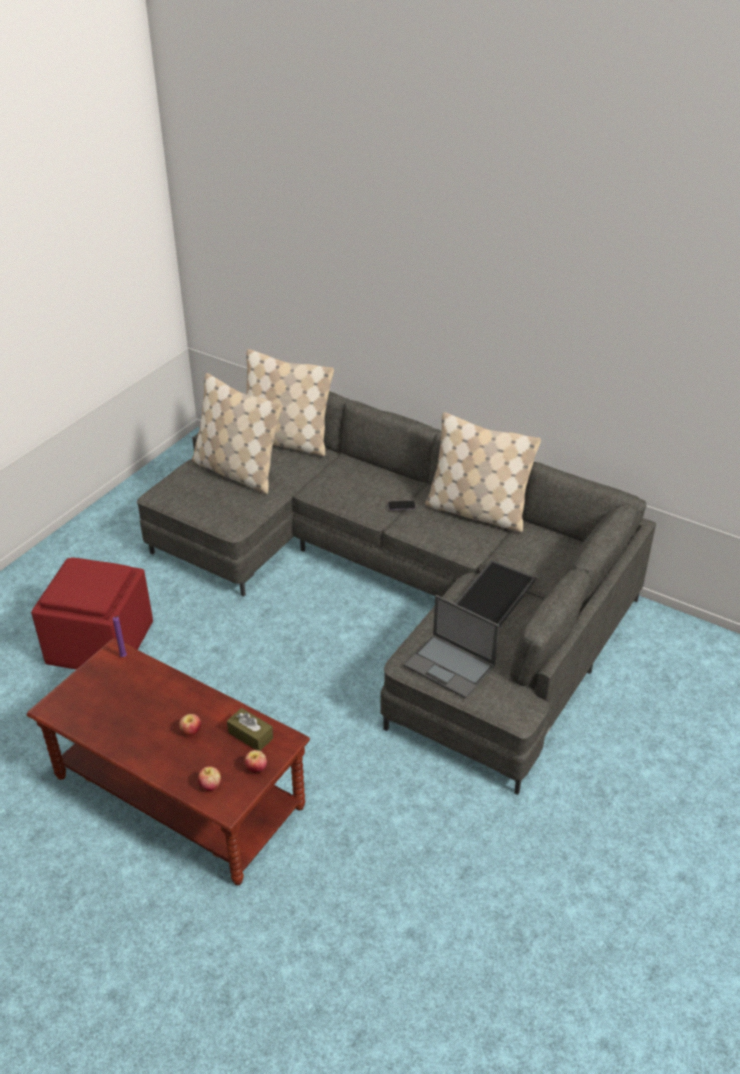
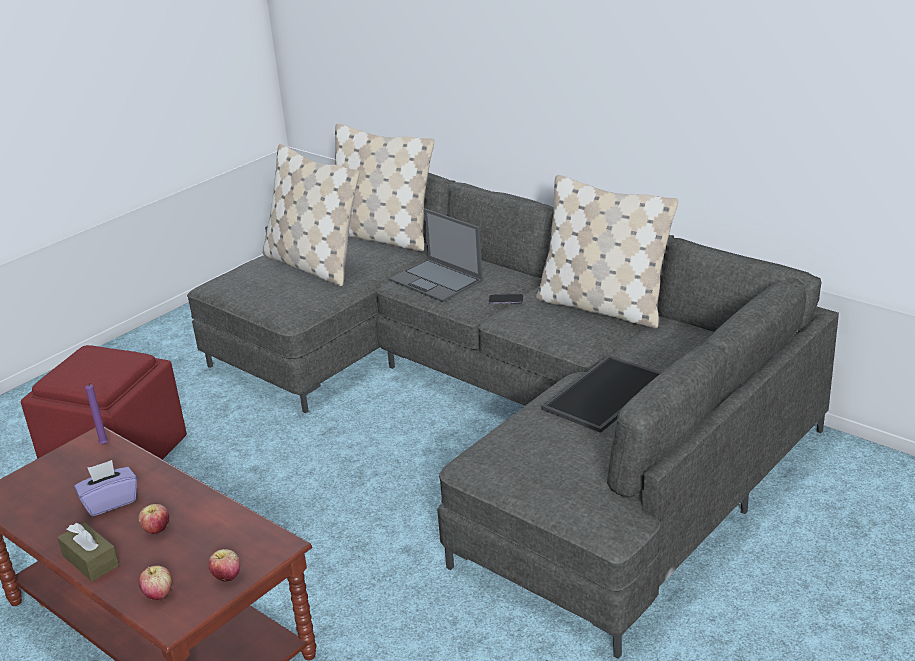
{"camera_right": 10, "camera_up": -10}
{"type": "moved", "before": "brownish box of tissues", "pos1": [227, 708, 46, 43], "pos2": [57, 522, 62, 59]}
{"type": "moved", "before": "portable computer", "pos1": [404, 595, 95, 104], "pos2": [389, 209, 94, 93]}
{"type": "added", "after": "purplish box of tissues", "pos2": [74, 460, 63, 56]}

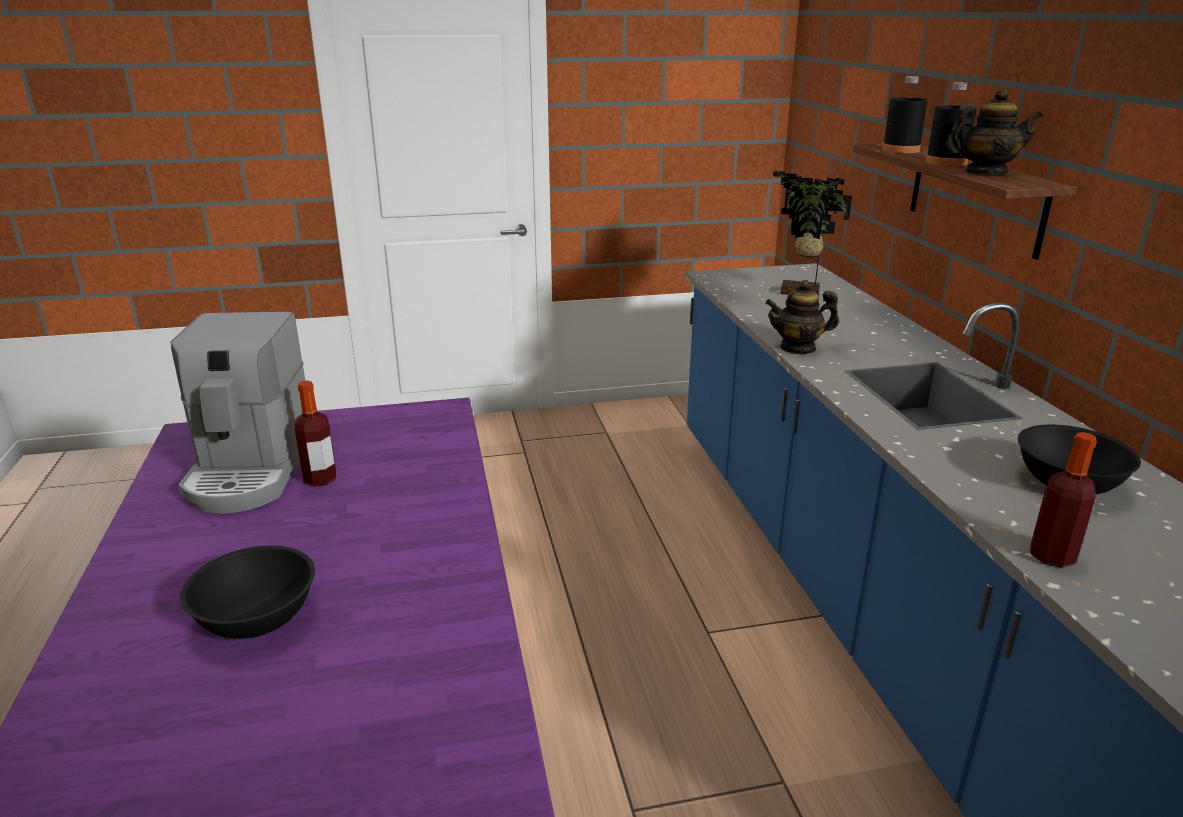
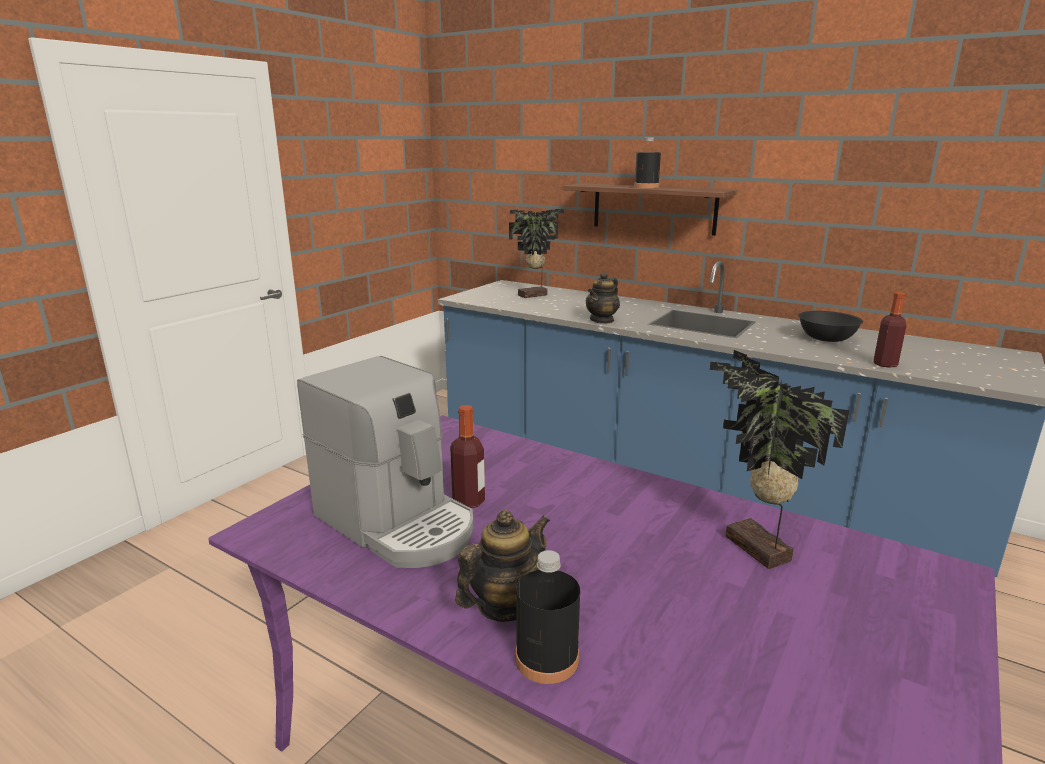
{"camera_right": -45, "camera_up": -5}
{"type": "removed", "before": "blackish deep dish", "pos1": [180, 545, 135, 94]}
{"type": "moved", "before": "blackish drink bottle", "pos1": [882, 76, 45, 77], "pos2": [515, 550, 65, 134]}
{"type": "moved", "before": "pot for tea", "pos1": [946, 88, 97, 86], "pos2": [455, 510, 95, 112]}
{"type": "added", "after": "plant in a pot", "pos2": [710, 350, 139, 219]}

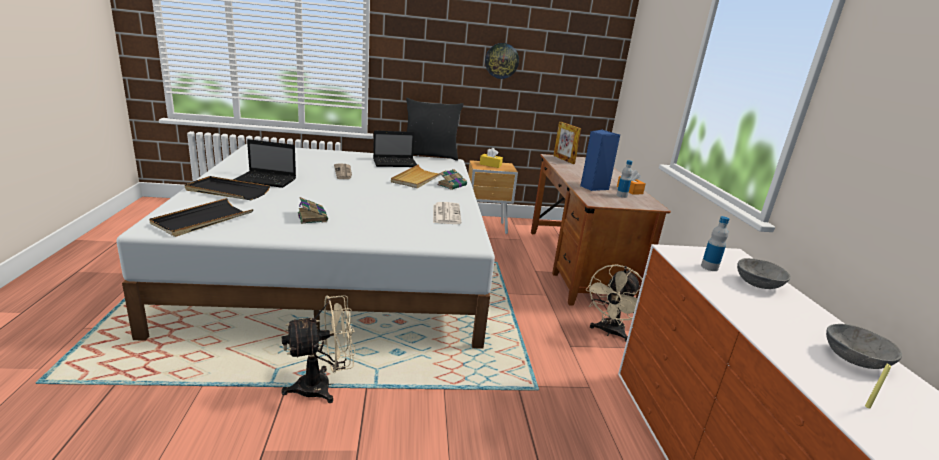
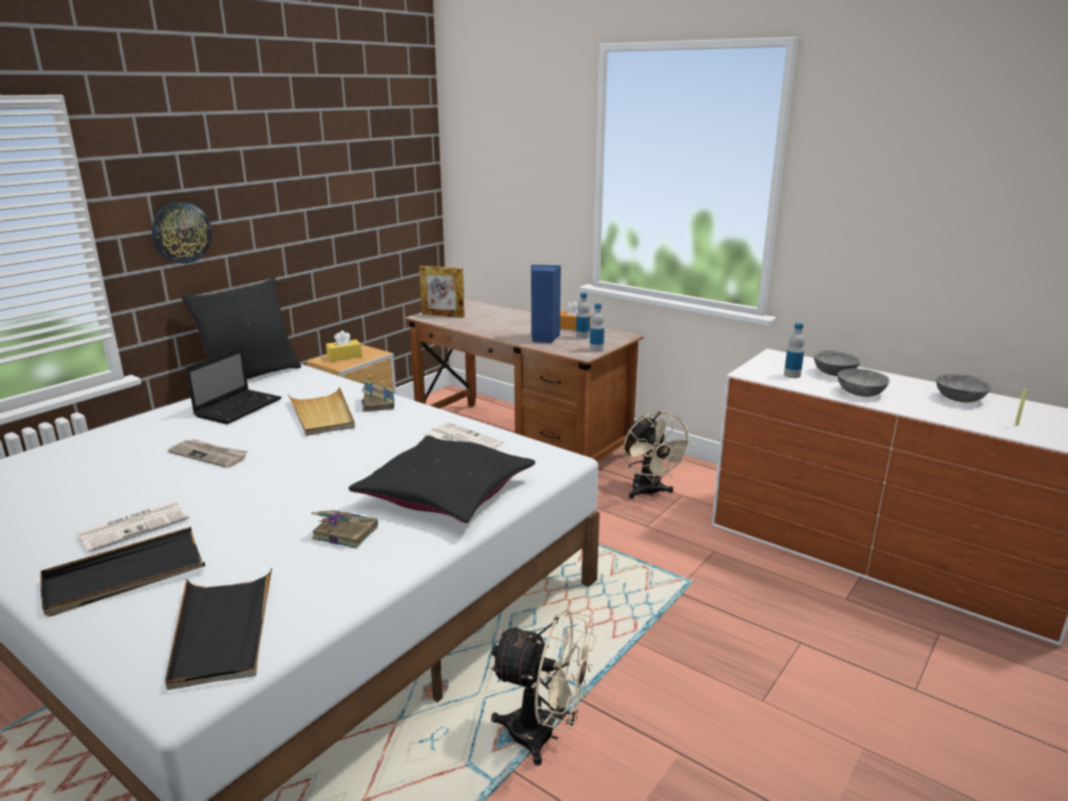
{"camera_right": -45, "camera_up": 0}
{"type": "replaced", "before": "portable computer", "after": "daily paper", "pos1": [233, 139, 63, 49], "pos2": [76, 501, 113, 52]}
{"type": "turned", "before": "beige cooling fan", "pos1": [281, 295, 75, 108], "pos2": [489, 609, 107, 157], "turn": 90}
{"type": "moved", "before": "hanging clock", "pos1": [485, 43, 34, 36], "pos2": [152, 202, 60, 62]}
{"type": "added", "after": "blackish pillow", "pos2": [349, 435, 186, 88]}
{"type": "added", "after": "drink bottle", "pos2": [590, 303, 15, 49]}
{"type": "added", "after": "gray deep dish", "pos2": [838, 369, 52, 28]}

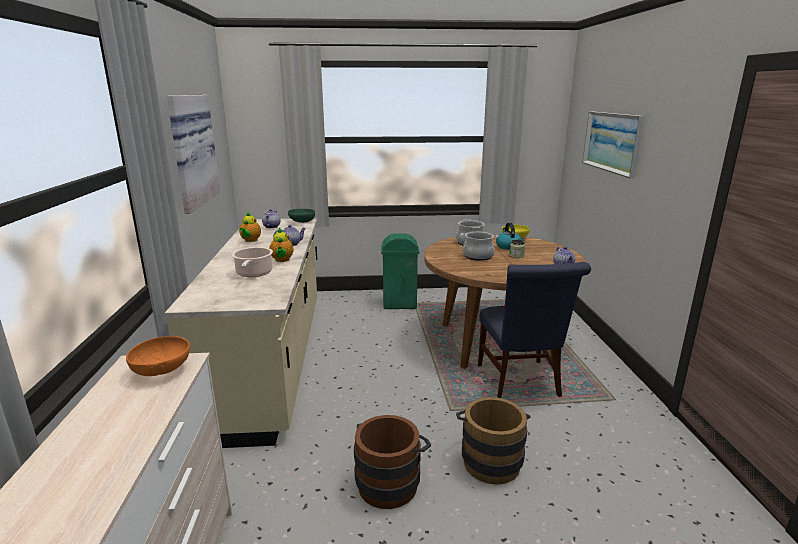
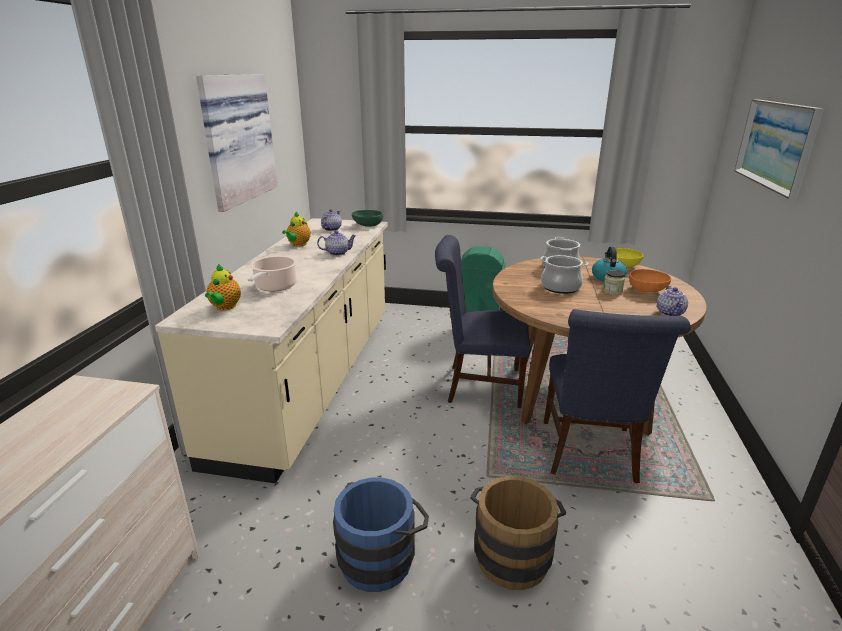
{"camera_right": 15, "camera_up": 5}
{"type": "moved", "before": "orange deep dish", "pos1": [126, 336, 64, 40], "pos2": [629, 269, 42, 23]}
{"type": "moved", "before": "pot for tea", "pos1": [269, 227, 25, 35], "pos2": [205, 264, 36, 46]}
{"type": "recoloured", "before": "brownish water bucket", "after": "bluish water bucket", "pos1": [354, 415, 77, 94], "pos2": [333, 478, 96, 114]}
{"type": "added", "after": "bluish upright chair", "pos2": [435, 235, 96, 173]}

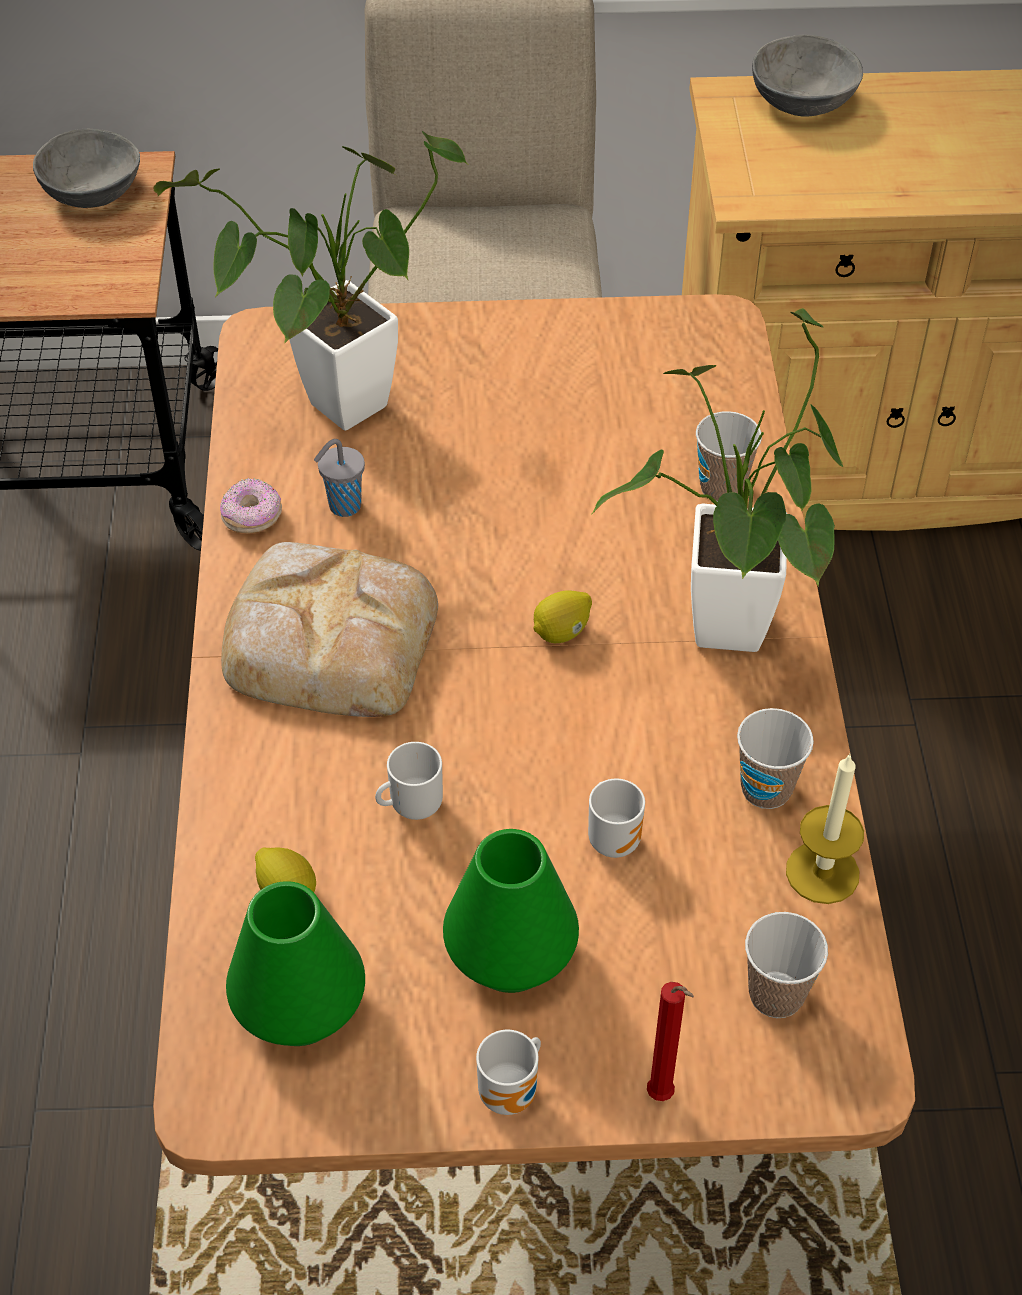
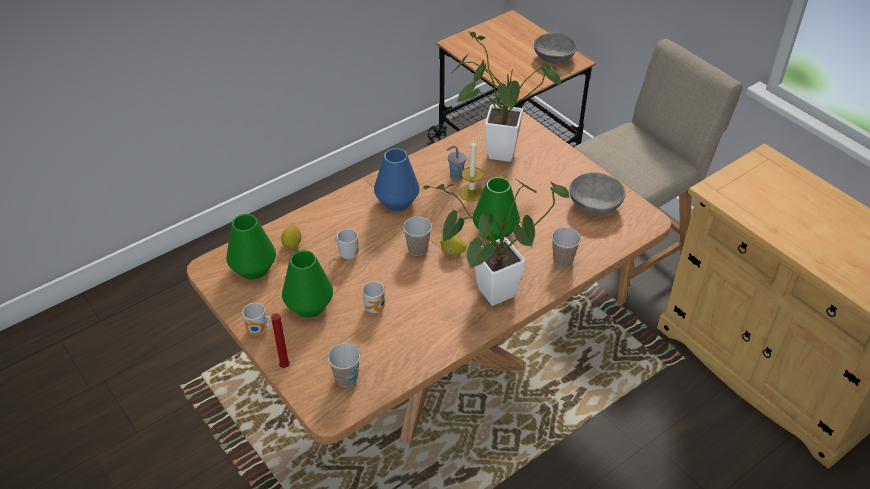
{"camera_right": 55, "camera_up": -5}
{"type": "removed", "before": "doughnut", "pos1": [220, 478, 62, 56]}
{"type": "replaced", "before": "baked bread", "after": "bluish decorative vase", "pos1": [221, 542, 217, 175], "pos2": [374, 148, 46, 63]}
{"type": "moved", "before": "cup", "pos1": [737, 708, 77, 101], "pos2": [403, 217, 29, 39]}
{"type": "moved", "before": "gray deep dish", "pos1": [752, 35, 111, 82], "pos2": [569, 172, 56, 43]}
{"type": "moved", "before": "wax light", "pos1": [786, 754, 78, 150], "pos2": [459, 140, 24, 62]}
{"type": "added", "after": "green decorative vase", "pos2": [473, 177, 47, 63]}

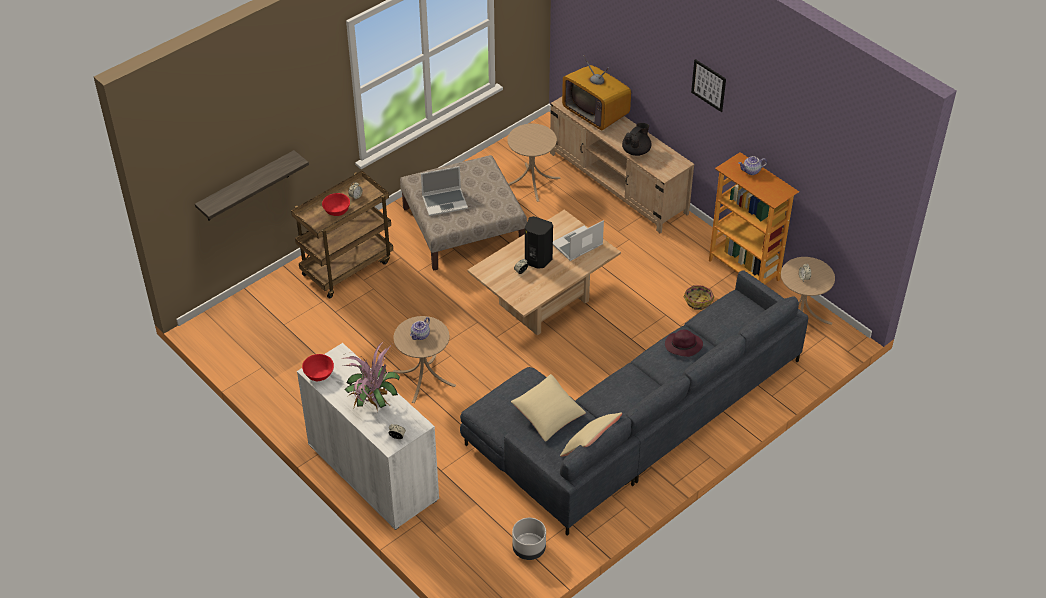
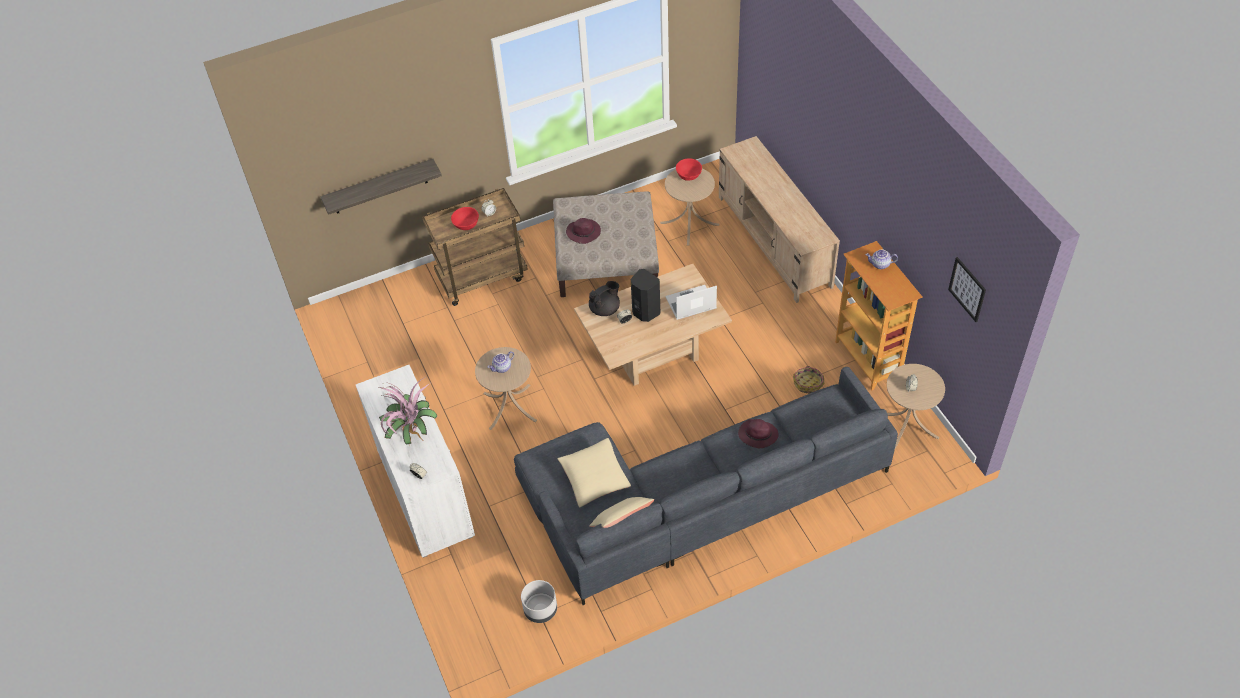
{"camera_right": 20, "camera_up": 5}
{"type": "moved", "before": "reddish deep dish", "pos1": [302, 354, 32, 27], "pos2": [676, 158, 26, 23]}
{"type": "replaced", "before": "portable computer", "after": "purplish clothing hat", "pos1": [421, 166, 47, 50], "pos2": [566, 218, 35, 26]}
{"type": "removed", "before": "TV", "pos1": [562, 55, 69, 75]}
{"type": "moved", "before": "blackish pot for tea", "pos1": [622, 123, 29, 33], "pos2": [589, 281, 31, 35]}
{"type": "moved", "before": "wall art", "pos1": [691, 59, 35, 53], "pos2": [948, 257, 38, 65]}

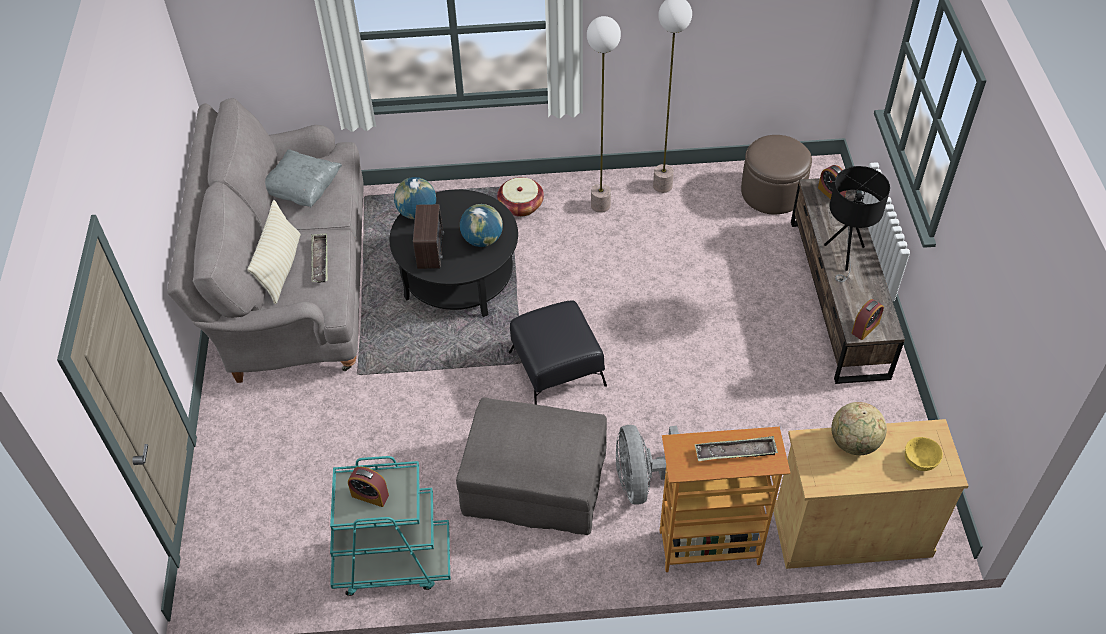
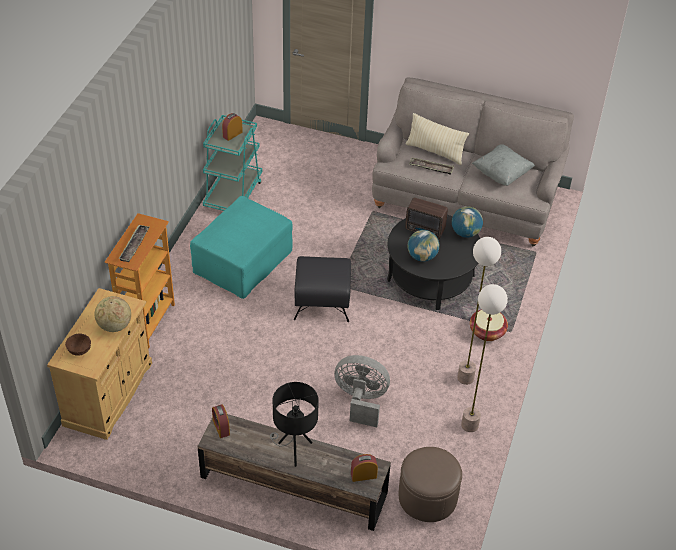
{"camera_right": 110, "camera_up": -5}
{"type": "recoloured", "before": "gray pouffe", "after": "turquoise pouffe", "pos1": [456, 397, 151, 138], "pos2": [190, 196, 103, 103]}
{"type": "moved", "before": "gray cooling fan", "pos1": [616, 425, 63, 80], "pos2": [334, 355, 56, 72]}
{"type": "recoloured", "before": "yellow deep dish", "after": "brownish deep dish", "pos1": [905, 437, 38, 34], "pos2": [65, 333, 26, 23]}

